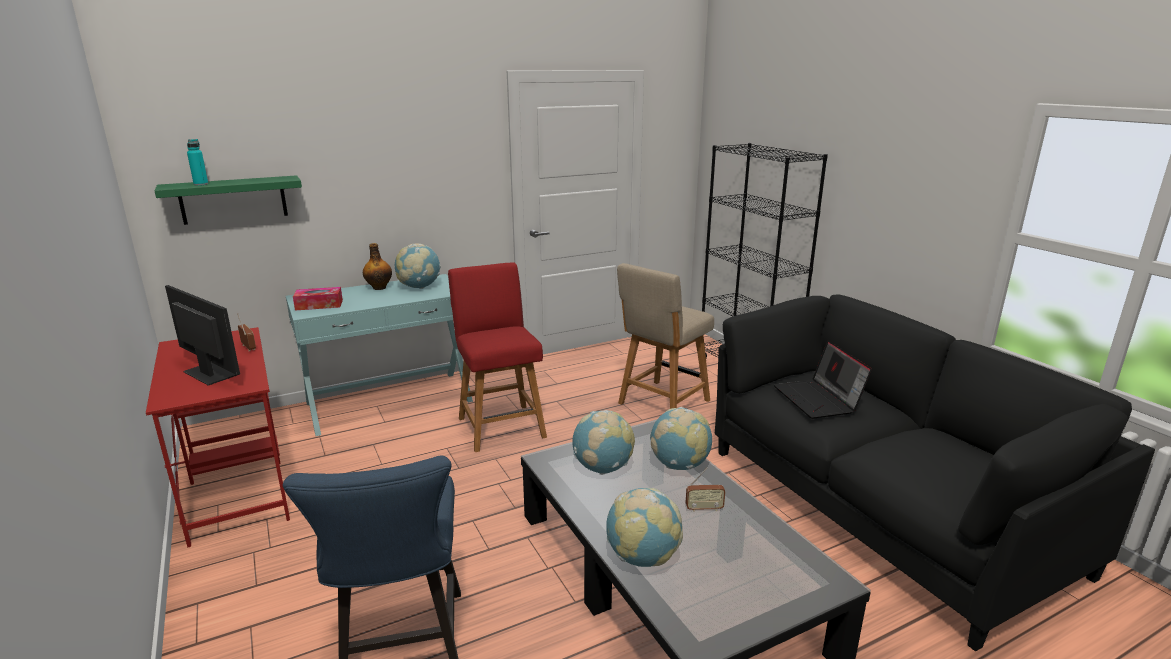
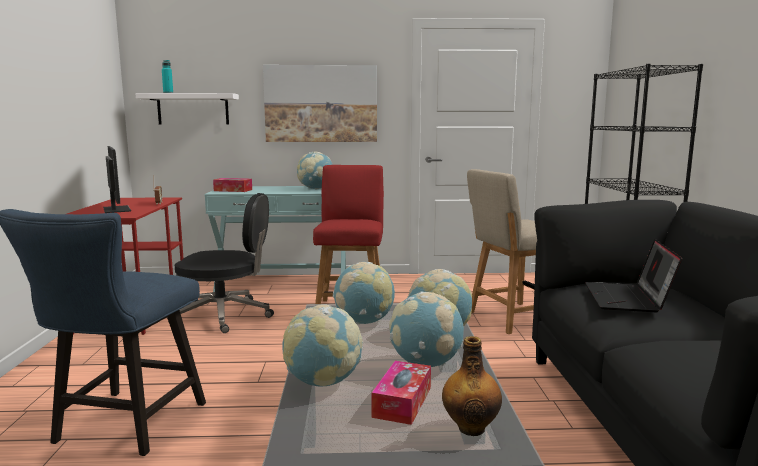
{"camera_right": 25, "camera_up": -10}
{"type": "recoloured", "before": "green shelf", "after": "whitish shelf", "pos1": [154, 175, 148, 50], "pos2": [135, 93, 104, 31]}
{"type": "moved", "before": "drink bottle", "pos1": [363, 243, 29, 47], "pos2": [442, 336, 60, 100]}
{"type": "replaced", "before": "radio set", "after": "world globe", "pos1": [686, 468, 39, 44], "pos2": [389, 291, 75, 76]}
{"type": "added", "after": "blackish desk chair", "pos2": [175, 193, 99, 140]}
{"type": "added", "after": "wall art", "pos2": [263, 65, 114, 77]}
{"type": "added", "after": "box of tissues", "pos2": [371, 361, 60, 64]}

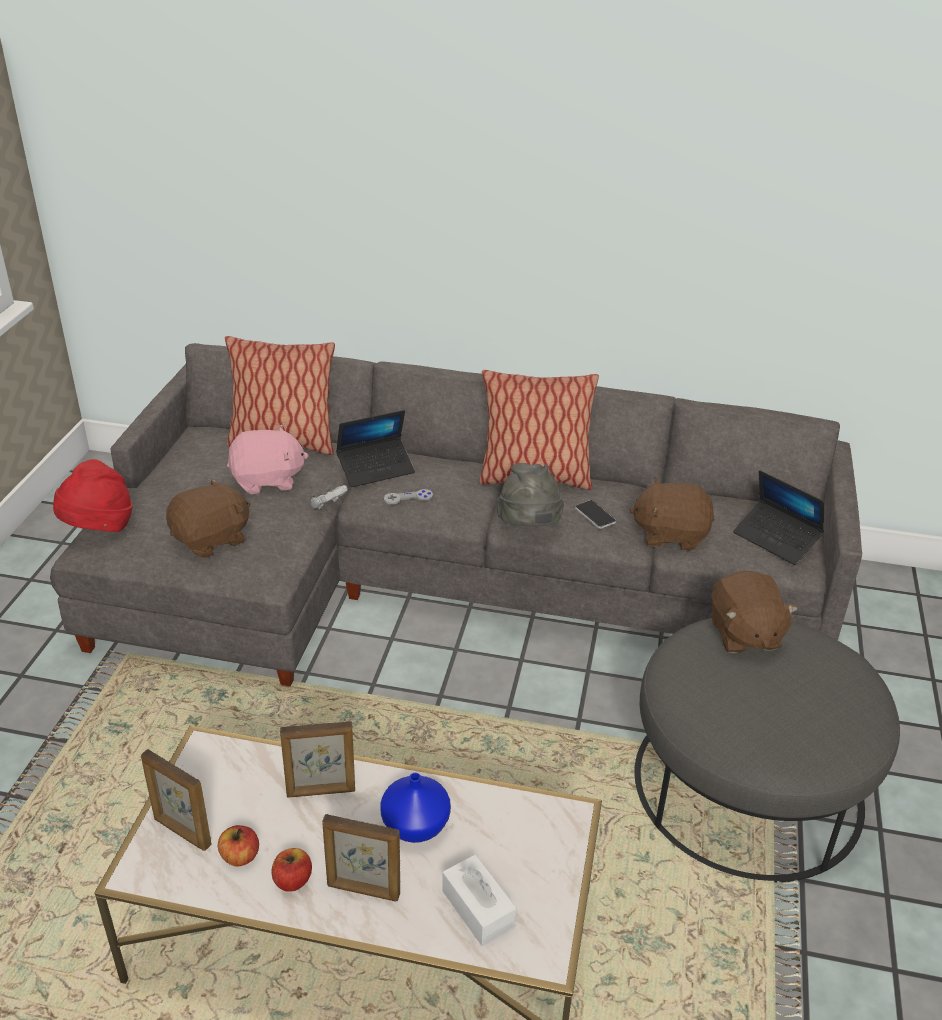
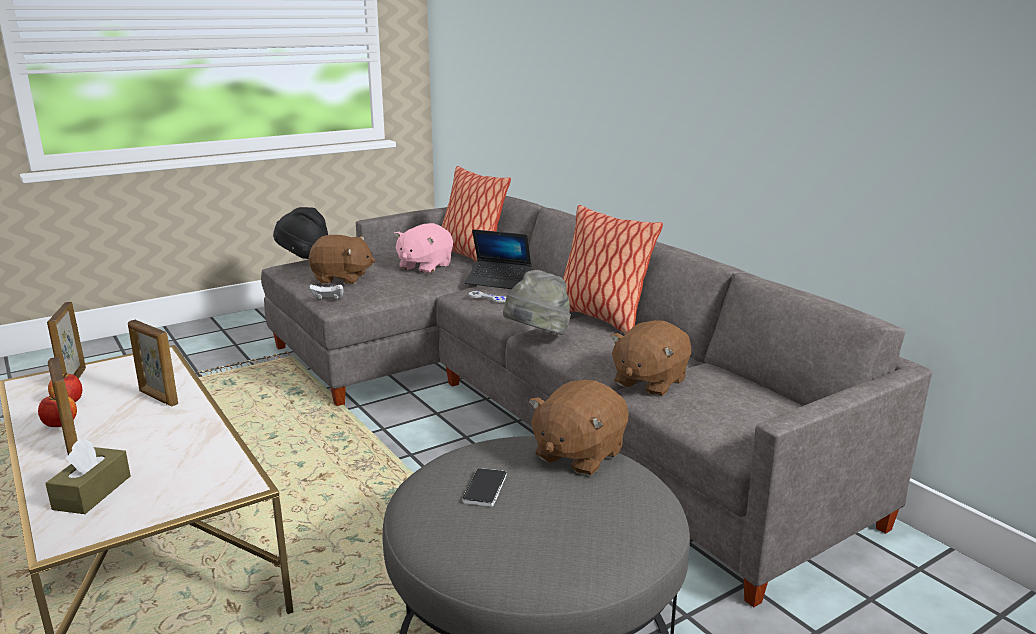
{"camera_right": 45, "camera_up": -15}
{"type": "recoloured", "before": "reddish clothing hat", "after": "blackish clothing hat", "pos1": [53, 459, 79, 73], "pos2": [273, 207, 55, 52]}
{"type": "turned", "before": "pinkish cuddly toy", "pos1": [227, 425, 82, 69], "pos2": [394, 223, 59, 51], "turn": 90}
{"type": "moved", "before": "whitish game controller", "pos1": [310, 485, 38, 24], "pos2": [309, 285, 35, 15]}
{"type": "removed", "before": "bluish decorative vase", "pos1": [380, 773, 71, 70]}
{"type": "recoloured", "before": "whitish box of tissues", "after": "brownish box of tissues", "pos1": [442, 855, 75, 91], "pos2": [45, 439, 86, 75]}
{"type": "moved", "before": "telephone", "pos1": [575, 500, 41, 29], "pos2": [463, 468, 44, 39]}
{"type": "turned", "before": "brownish cuddly toy", "pos1": [629, 477, 86, 74], "pos2": [610, 320, 81, 76], "turn": -105}
{"type": "removed", "before": "portable computer", "pos1": [733, 470, 91, 95]}

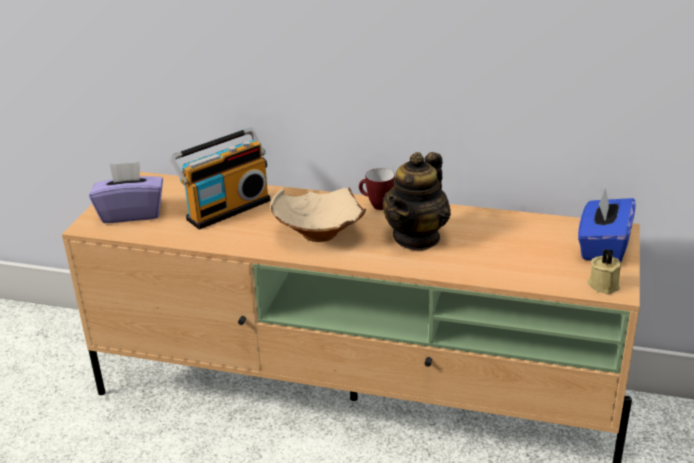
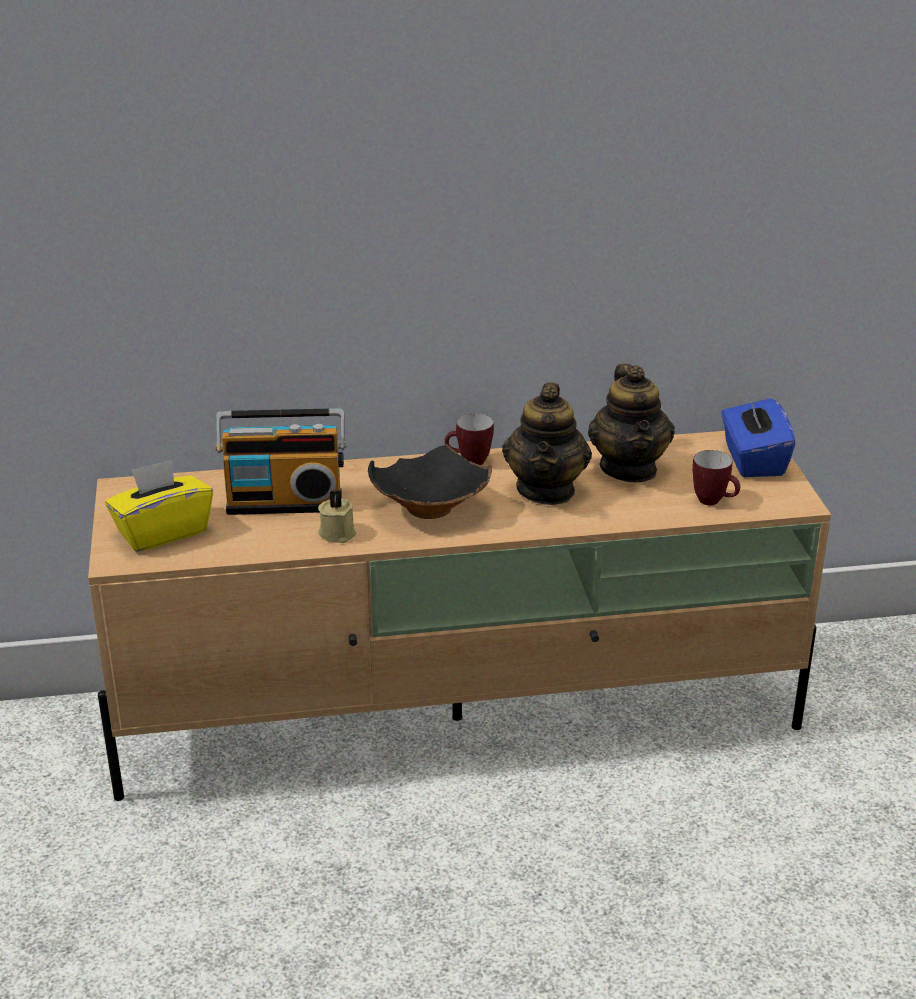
{"camera_right": -25, "camera_up": 0}
{"type": "recoloured", "before": "purplish box of tissues", "after": "yellow box of tissues", "pos1": [89, 162, 74, 61], "pos2": [105, 459, 108, 93]}
{"type": "turned", "before": "radio set", "pos1": [170, 128, 101, 102], "pos2": [215, 408, 131, 107], "turn": 60}
{"type": "recoloured", "before": "beige deep dish", "after": "blackish deep dish", "pos1": [270, 187, 96, 55], "pos2": [368, 444, 124, 75]}
{"type": "moved", "before": "beige wax light", "pos1": [587, 249, 34, 46], "pos2": [318, 490, 38, 53]}
{"type": "added", "after": "pot for tea", "pos2": [588, 364, 87, 118]}
{"type": "added", "after": "tea mug", "pos2": [692, 450, 48, 55]}

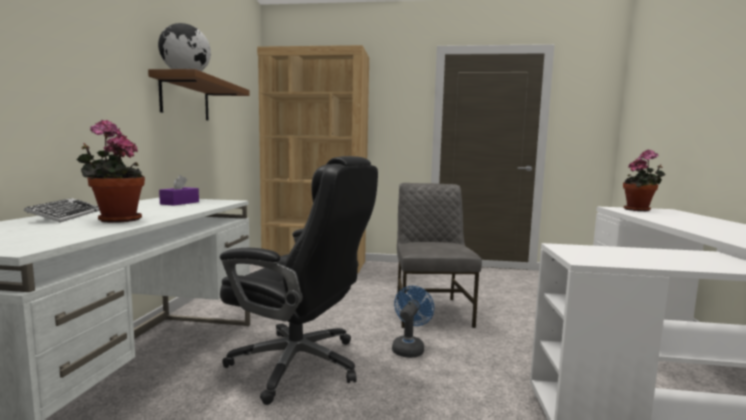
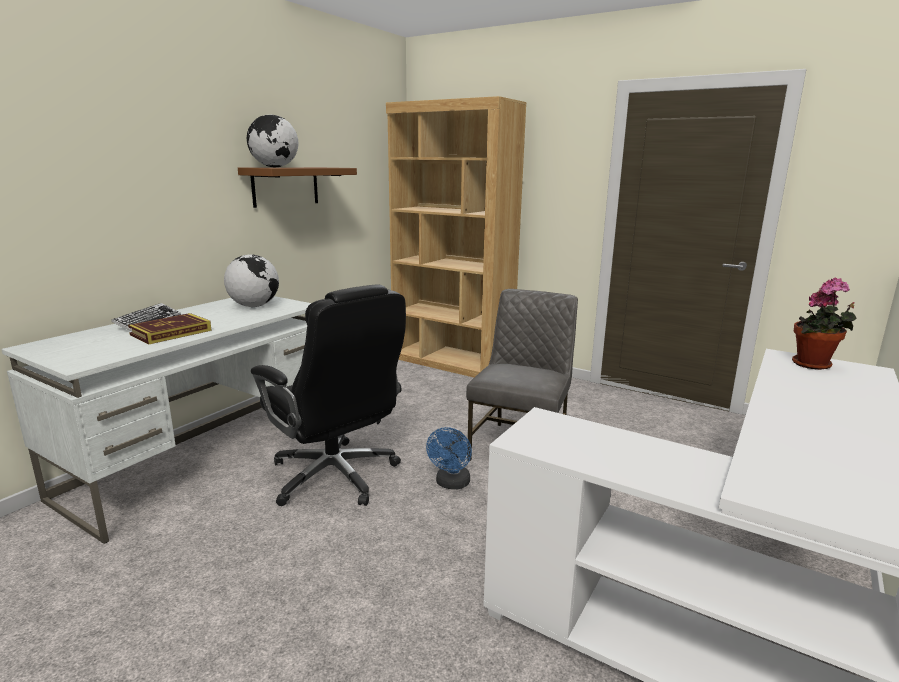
{"camera_right": 25, "camera_up": 10}
{"type": "replaced", "before": "plant in a pot", "after": "volume", "pos1": [77, 120, 68, 103], "pos2": [128, 313, 84, 31]}
{"type": "replaced", "before": "purplish box of tissues", "after": "world globe", "pos1": [159, 175, 40, 31], "pos2": [224, 255, 55, 52]}
{"type": "turned", "before": "bluish cooling fan", "pos1": [392, 286, 42, 72], "pos2": [426, 427, 46, 62], "turn": 150}

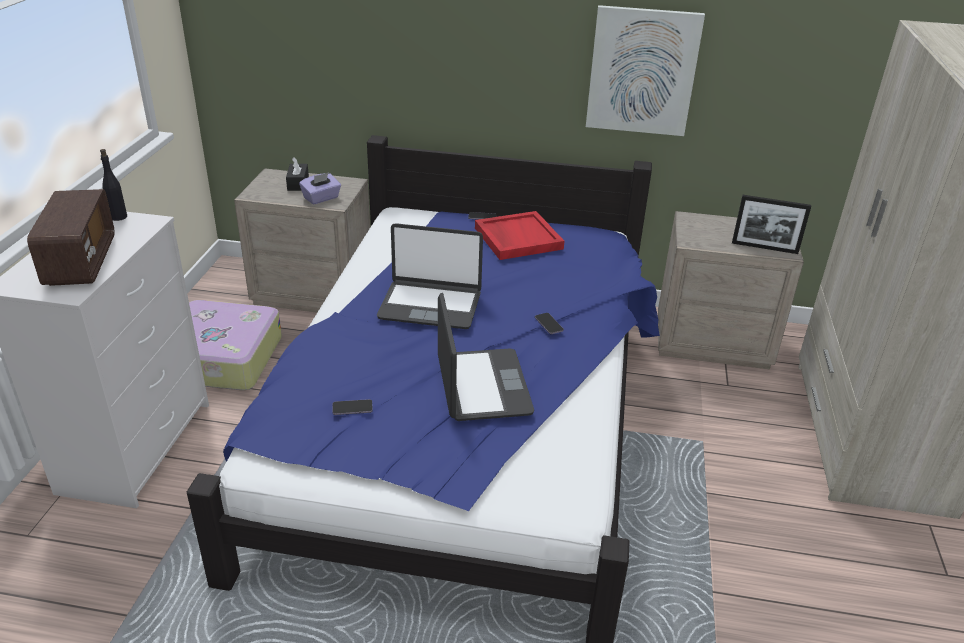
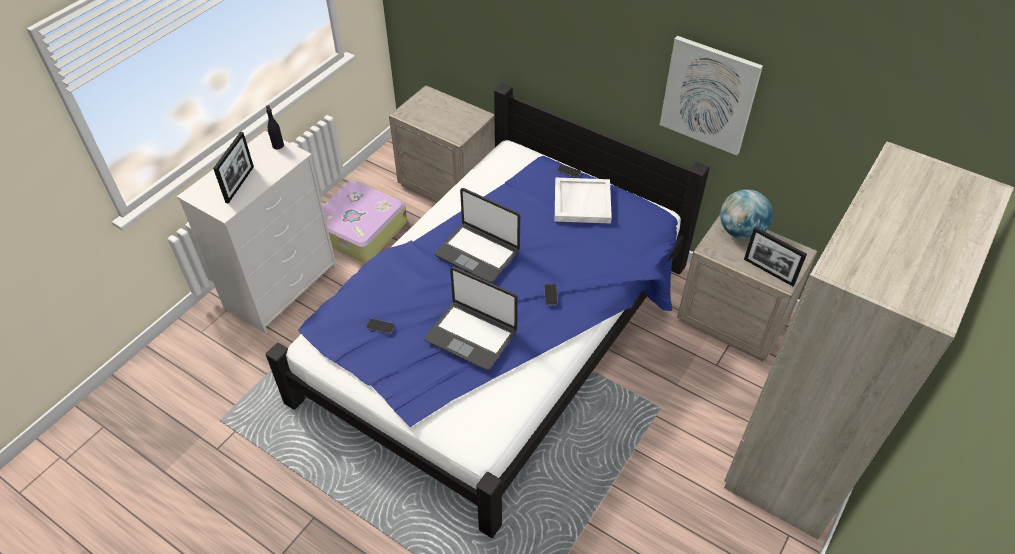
{"camera_right": 25, "camera_up": 15}
{"type": "replaced", "before": "radio set", "after": "picture frame", "pos1": [27, 189, 88, 97], "pos2": [213, 132, 41, 72]}
{"type": "removed", "before": "blackish box of tissues", "pos1": [286, 157, 23, 34]}
{"type": "removed", "before": "purplish box of tissues", "pos1": [299, 173, 42, 32]}
{"type": "turned", "before": "portable computer", "pos1": [438, 293, 96, 128], "pos2": [425, 267, 93, 103], "turn": 105}
{"type": "recoloured", "before": "reddish serving tray", "after": "whitish serving tray", "pos1": [475, 211, 89, 49], "pos2": [555, 178, 57, 45]}
{"type": "added", "after": "world globe", "pos2": [720, 189, 53, 51]}

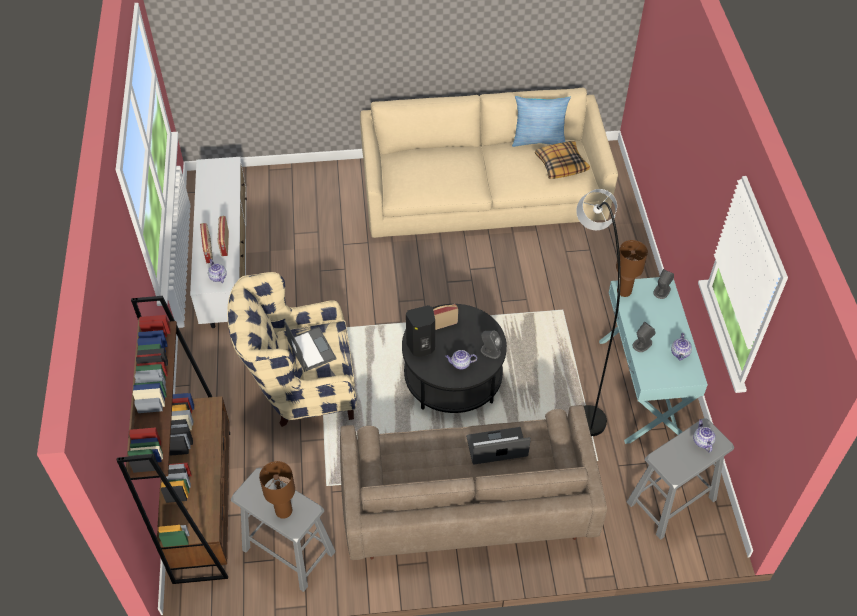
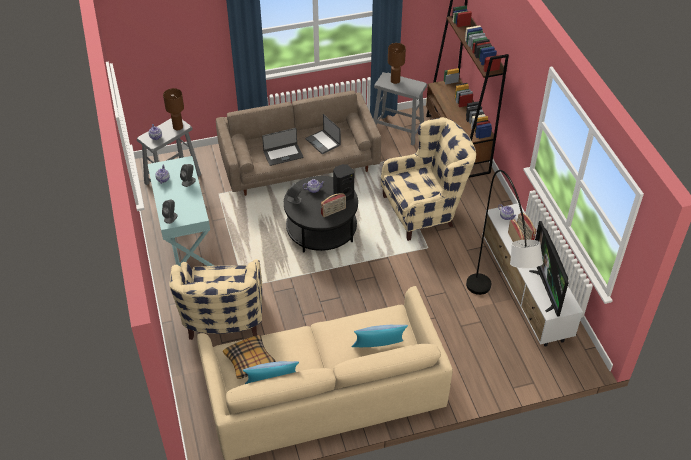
{"camera_right": 170, "camera_up": -5}
{"type": "moved", "before": "portable computer", "pos1": [284, 320, 52, 52], "pos2": [305, 114, 36, 41]}
{"type": "moved", "before": "gray standard lamp", "pos1": [576, 189, 45, 247], "pos2": [466, 170, 77, 125]}
{"type": "moved", "before": "brownish table lamp", "pos1": [616, 240, 32, 57], "pos2": [163, 88, 21, 42]}
{"type": "added", "after": "beige easy chair", "pos2": [169, 259, 93, 81]}
{"type": "added", "after": "pillow", "pos2": [351, 325, 57, 22]}
{"type": "added", "after": "TV", "pos2": [529, 221, 40, 96]}

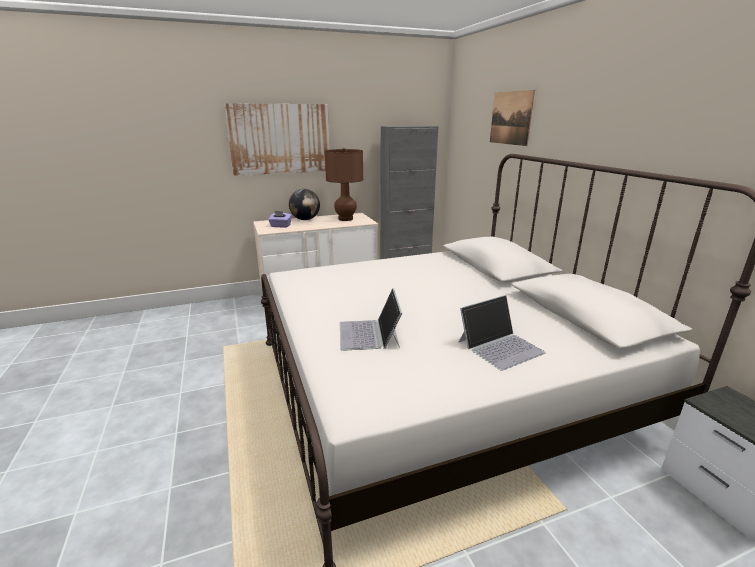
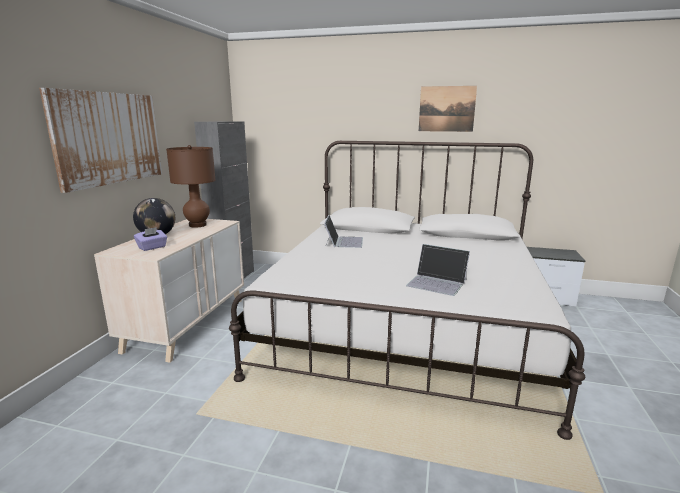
{"camera_right": -55, "camera_up": -5}
{"type": "moved", "before": "portable computer", "pos1": [459, 295, 87, 76], "pos2": [324, 215, 39, 33]}
{"type": "moved", "before": "wall art", "pos1": [490, 90, 45, 56], "pos2": [419, 86, 58, 46]}

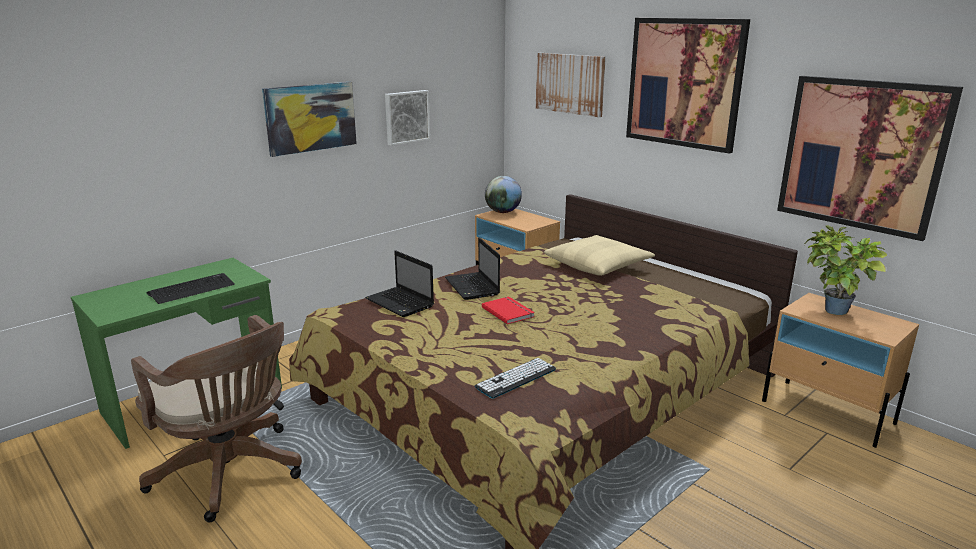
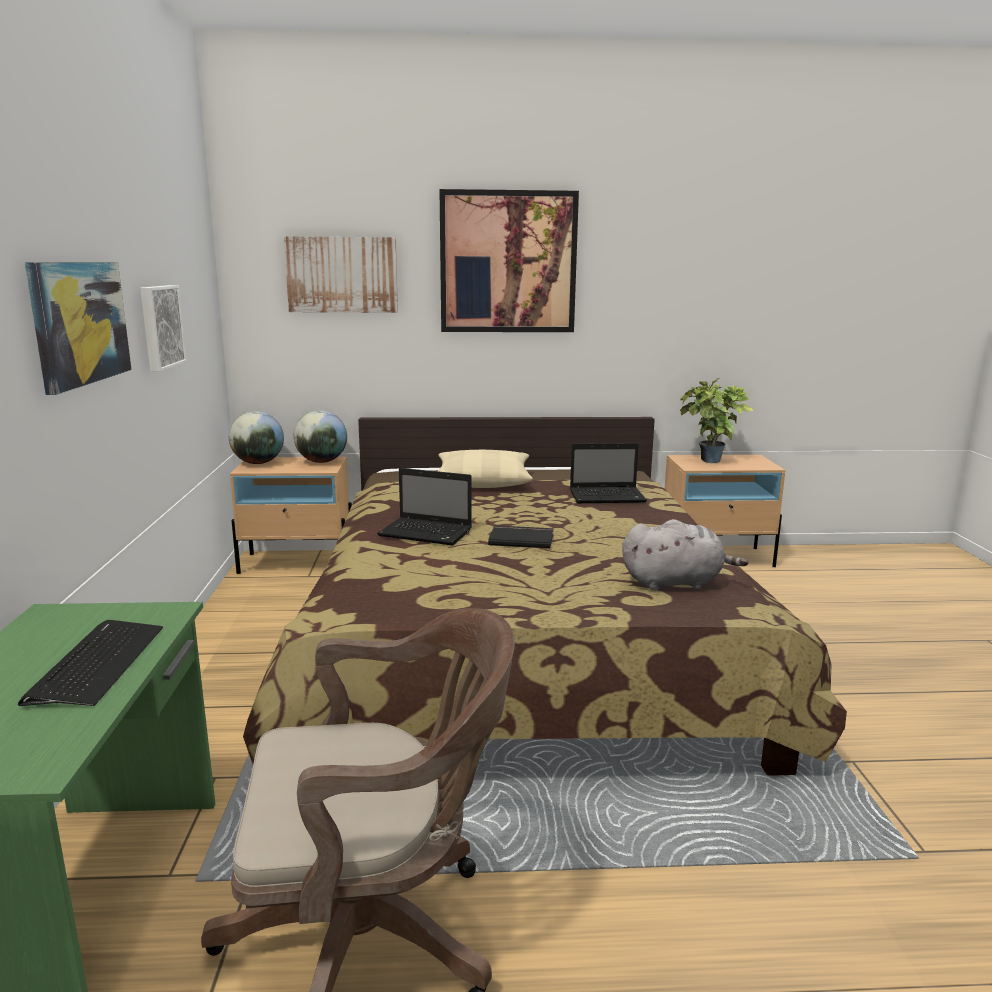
{"camera_right": -50, "camera_up": -5}
{"type": "moved", "before": "portable computer", "pos1": [365, 250, 69, 67], "pos2": [570, 443, 77, 60]}
{"type": "replaced", "before": "computer keyboard", "after": "gray cuddly toy", "pos1": [475, 358, 81, 41], "pos2": [622, 519, 126, 72]}
{"type": "recoloured", "before": "reddish volume", "after": "blackish volume", "pos1": [482, 296, 53, 28], "pos2": [488, 525, 65, 24]}
{"type": "removed", "before": "wall art", "pos1": [777, 76, 186, 165]}
{"type": "added", "after": "world globe", "pos2": [294, 410, 53, 53]}

